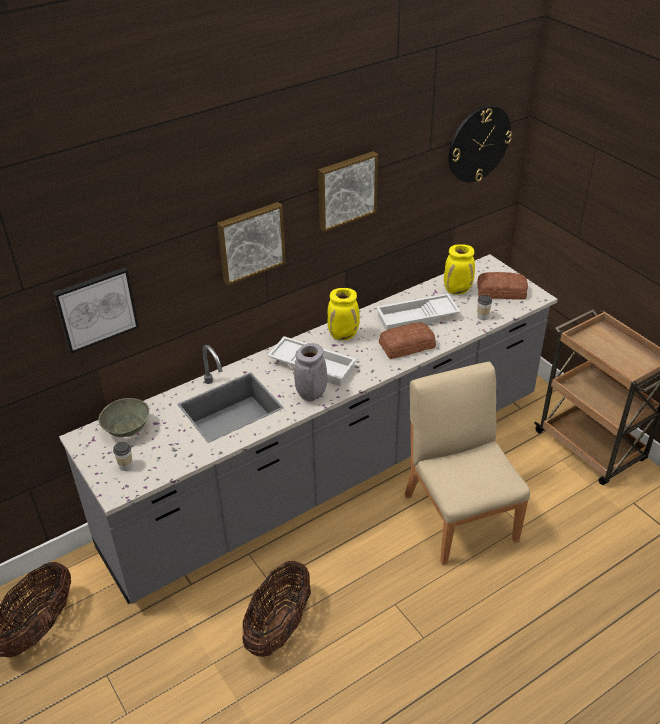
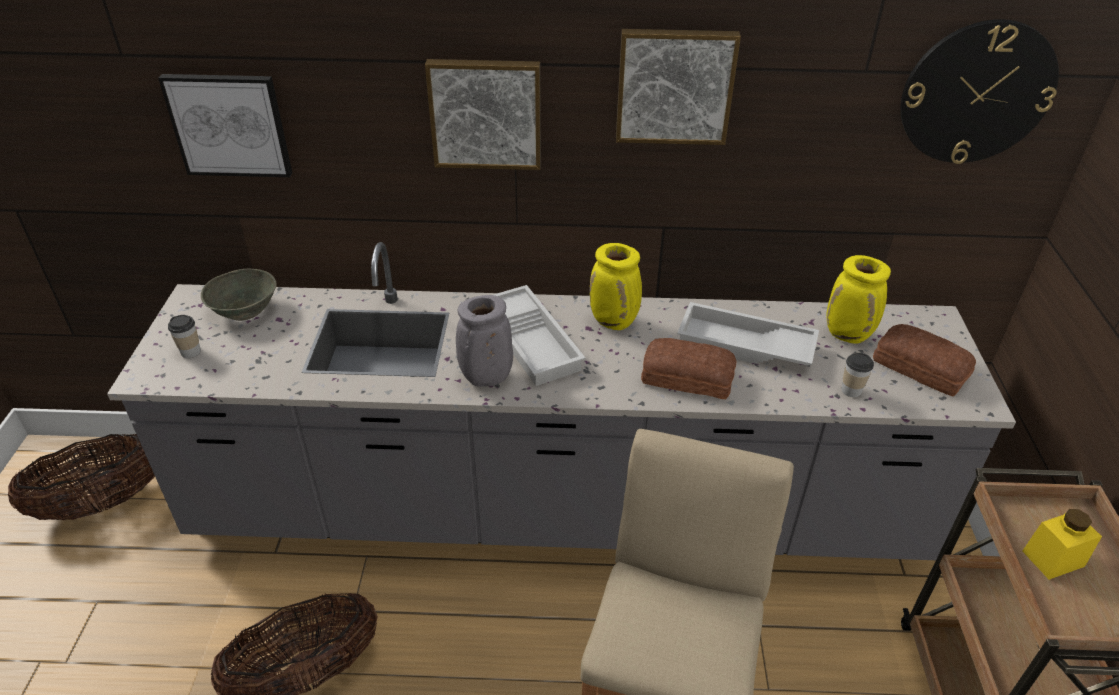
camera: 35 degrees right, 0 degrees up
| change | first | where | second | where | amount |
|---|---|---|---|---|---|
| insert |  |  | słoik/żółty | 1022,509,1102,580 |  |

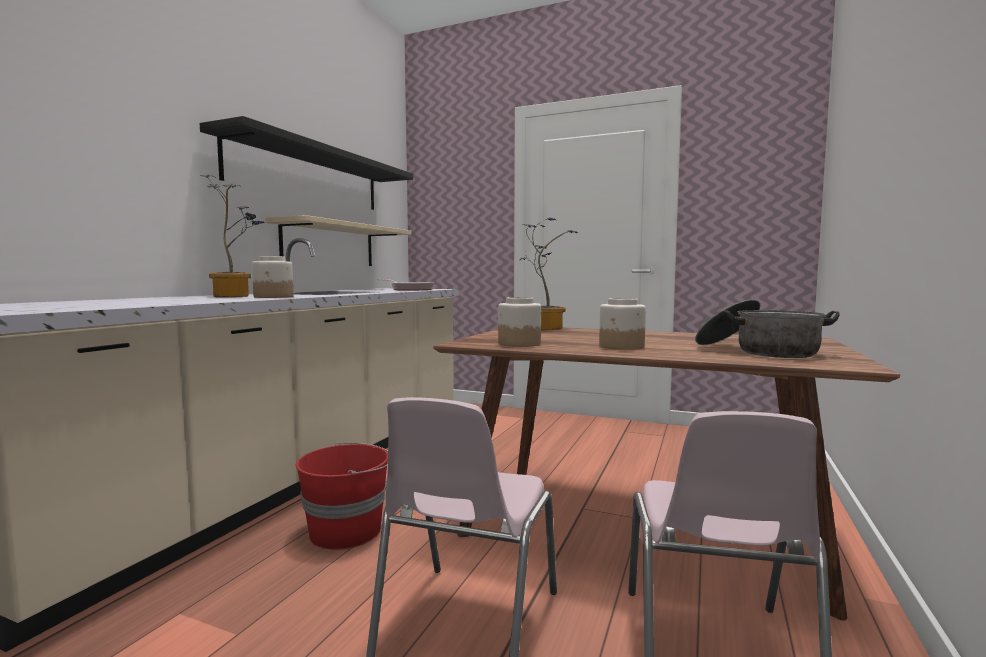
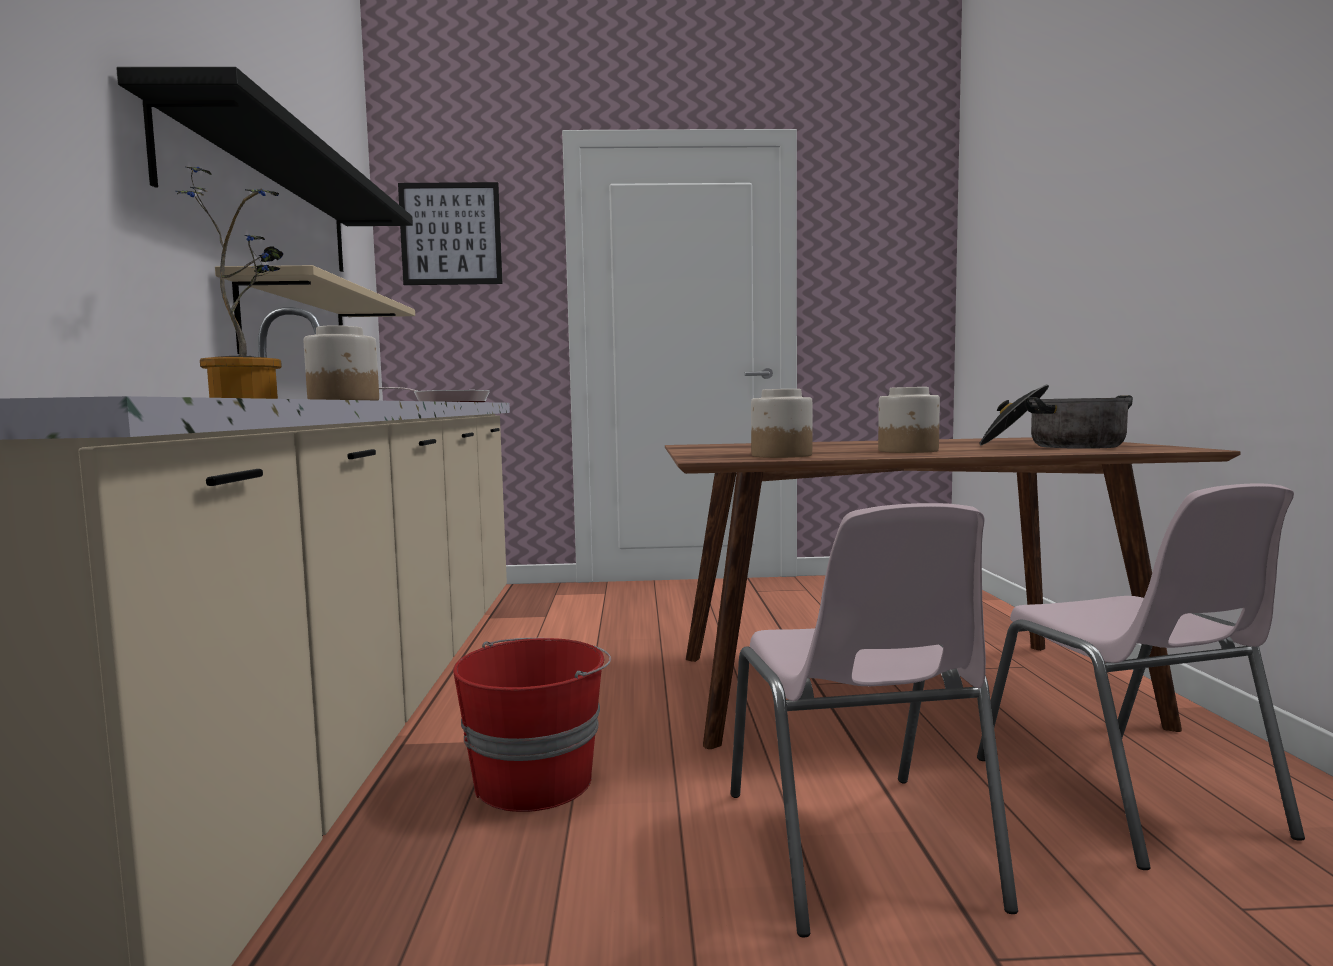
camera: 25 degrees left, 0 degrees up
| change | first | where | second | where | amount |
|---|---|---|---|---|---|
| delete | roślina doniczkowa | 520,218,578,330 |  |  |  |
| insert |  |  | obraz | 398,182,503,285 |  |

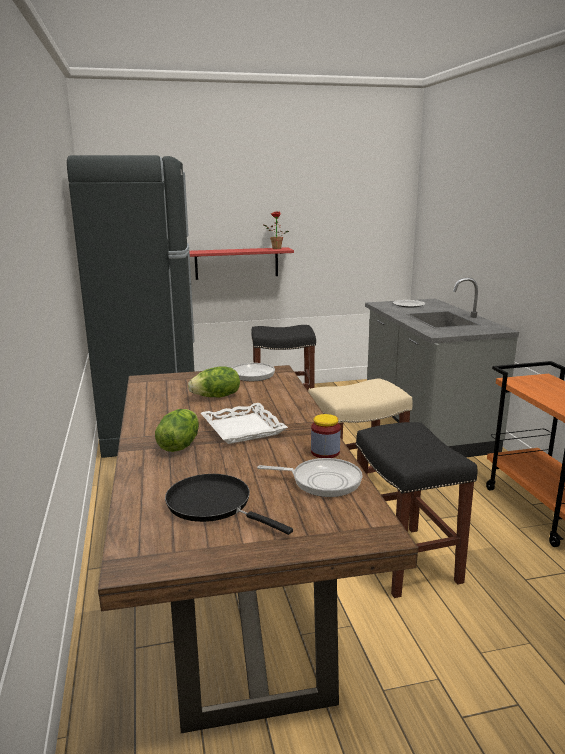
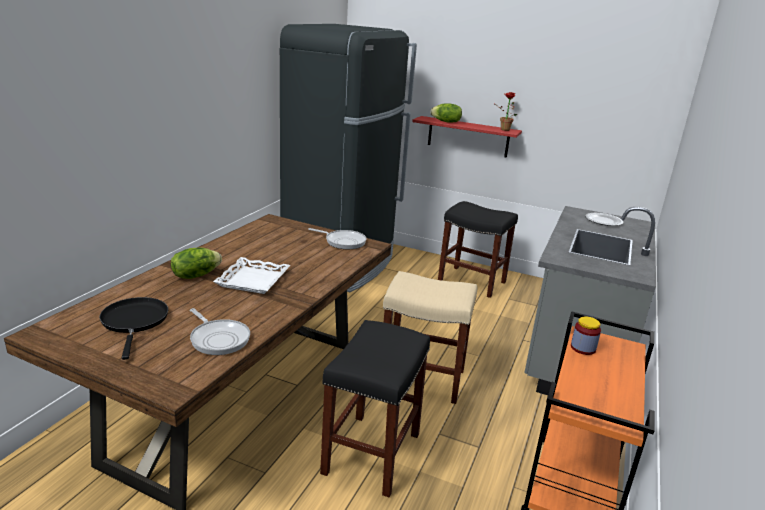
camera: 35 degrees right, 5 degrees up
| change | first | where | second | where | amount |
|---|---|---|---|---|---|
| move | sałata | 188,366,240,397 |  | 430,103,462,123 |  |
| move | słoik | 311,414,341,458 |  | 571,316,601,355 |  |

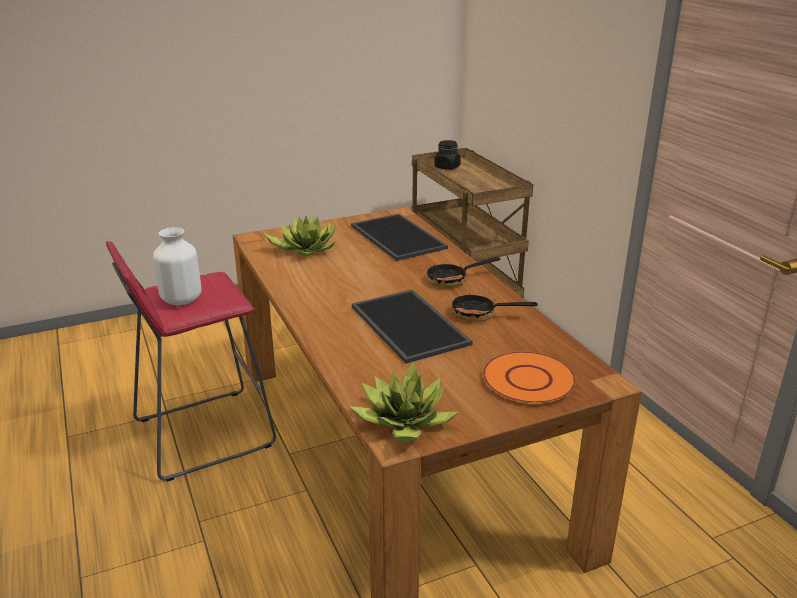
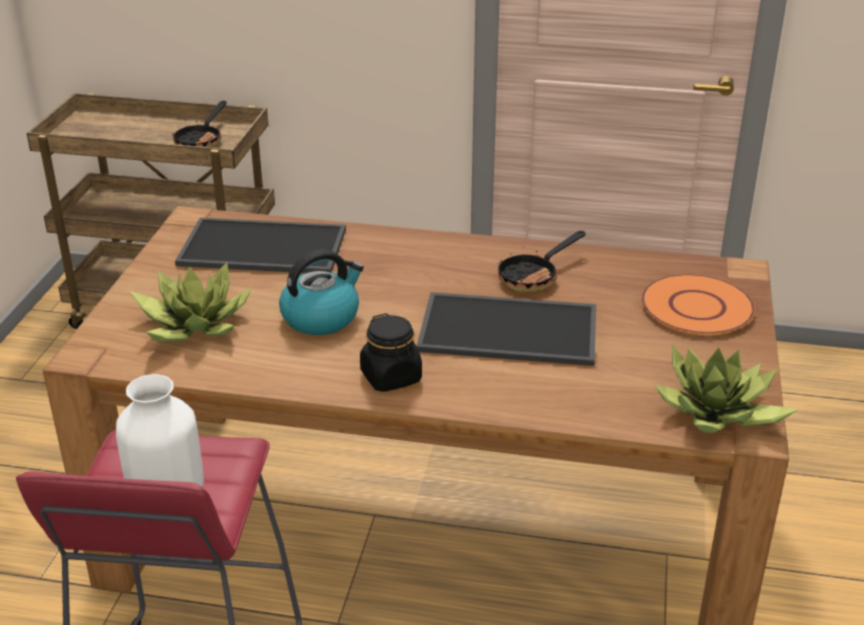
camera: 55 degrees left, 5 degrees up
| change | first | where | second | where | amount |
|---|---|---|---|---|---|
| move | patelnia | 427,257,500,287 |  | 172,101,227,148 |  |
| move | słoik/czarny | 434,140,461,170 |  | 360,313,422,392 |  |
| insert |  |  | czajnik | 279,250,364,335 |  |

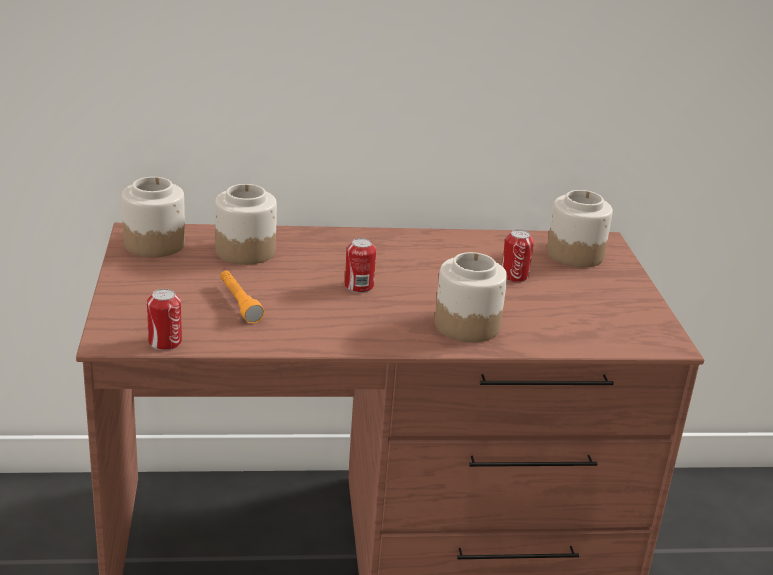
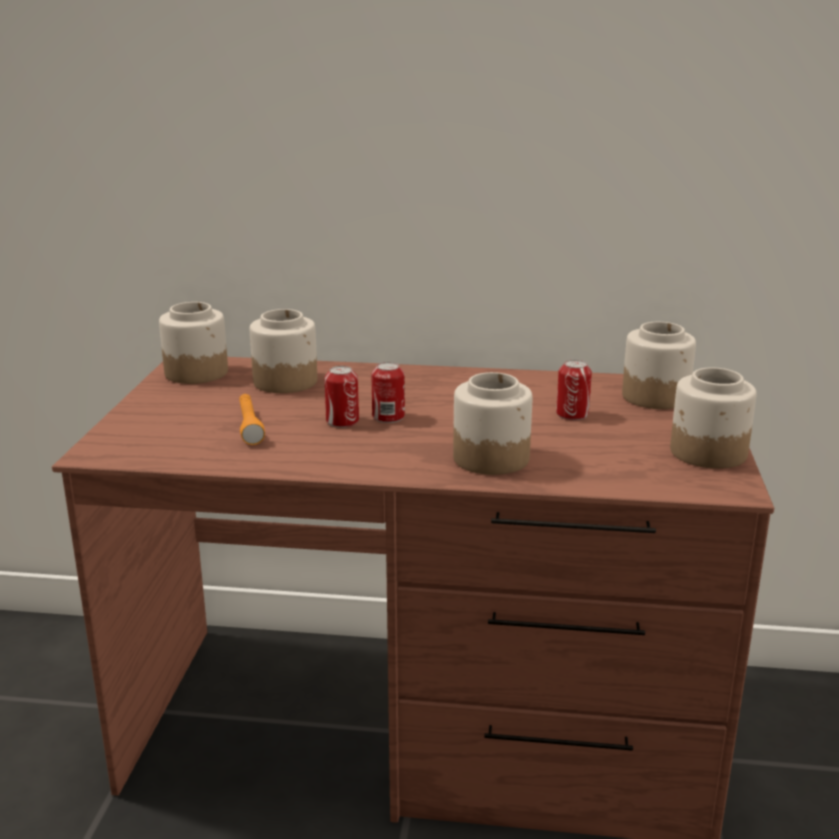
camera: 15 degrees right, 5 degrees down
| change | first | where | second | where | amount |
|---|---|---|---|---|---|
| move | puszka | 147,289,182,350 |  | 324,366,359,428 |  |
| insert |  |  | słoik | 670,368,757,469 |  |

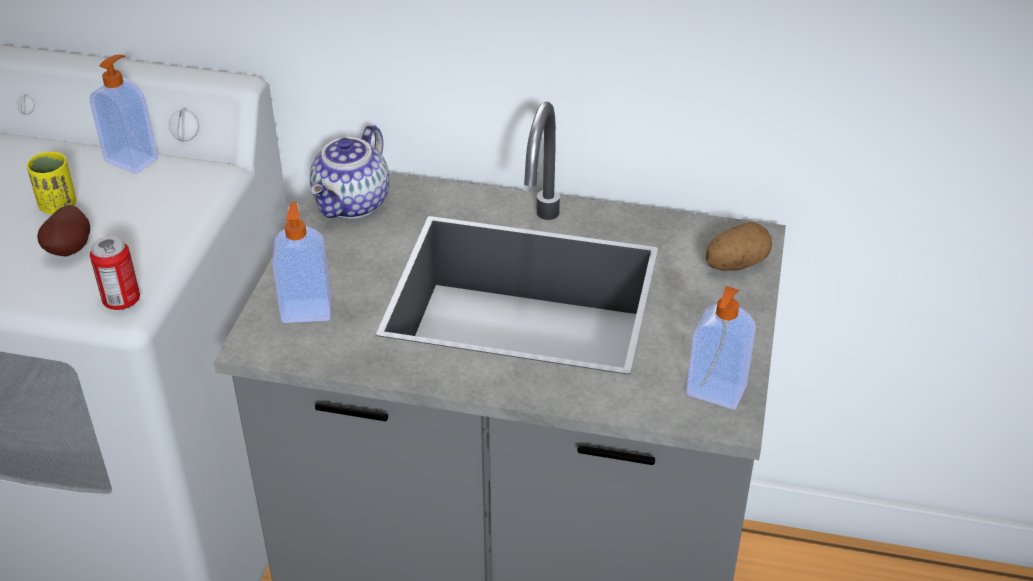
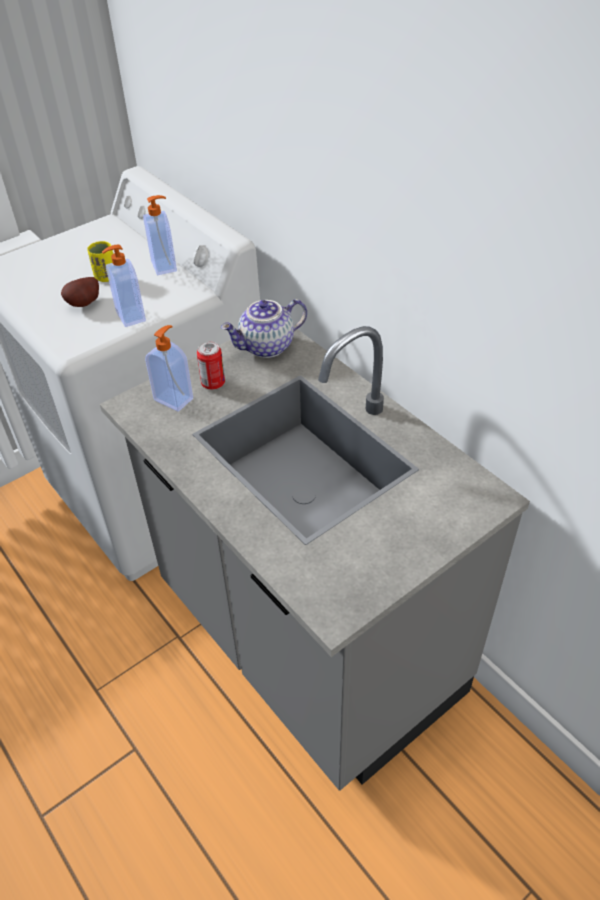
camera: 40 degrees right, 5 degrees up
| change | first | where | second | where | amount |
|---|---|---|---|---|---|
| move | puszka | 90,236,140,310 |  | 197,341,225,390 |  |
| move | dozownik mydła | 686,286,756,409 |  | 102,245,146,327 |  |
| delete | ziemniak | 706,222,772,271 |  |  |  |

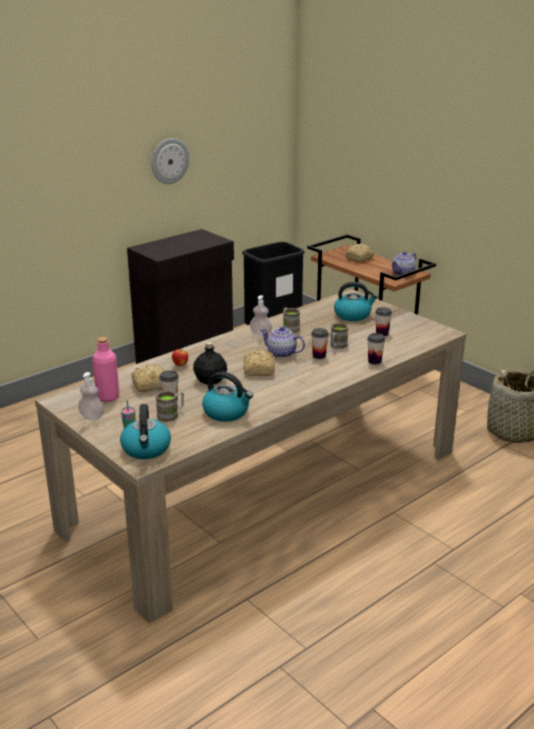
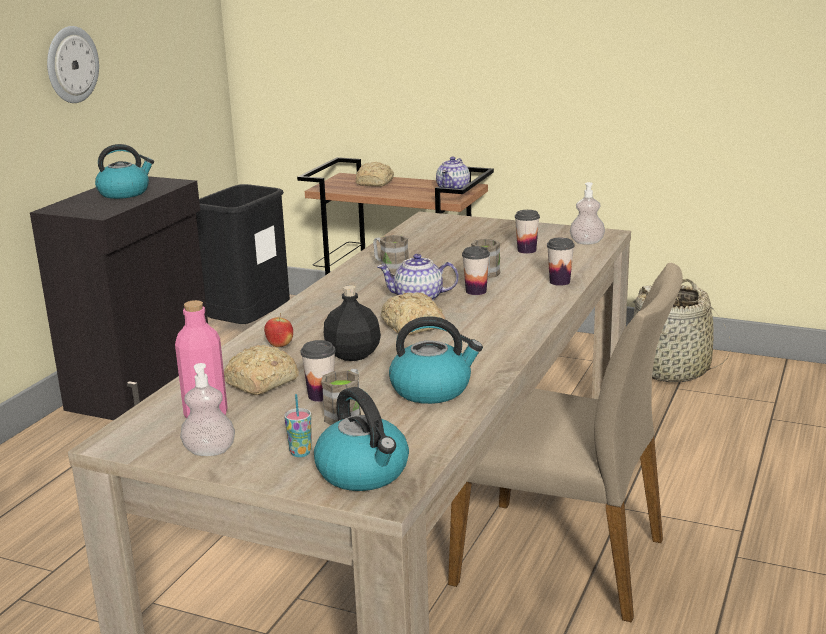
camera: 25 degrees left, 5 degrees down
| change | first | where | second | where | amount |
|---|---|---|---|---|---|
| move | dozownik mydła | 250,295,272,336 |  | 570,182,605,245 |  |
| move | czajnik | 334,282,378,321 |  | 95,144,154,199 |  |
| insert |  |  | krzesło/beżowy | 448,263,683,623 |  |

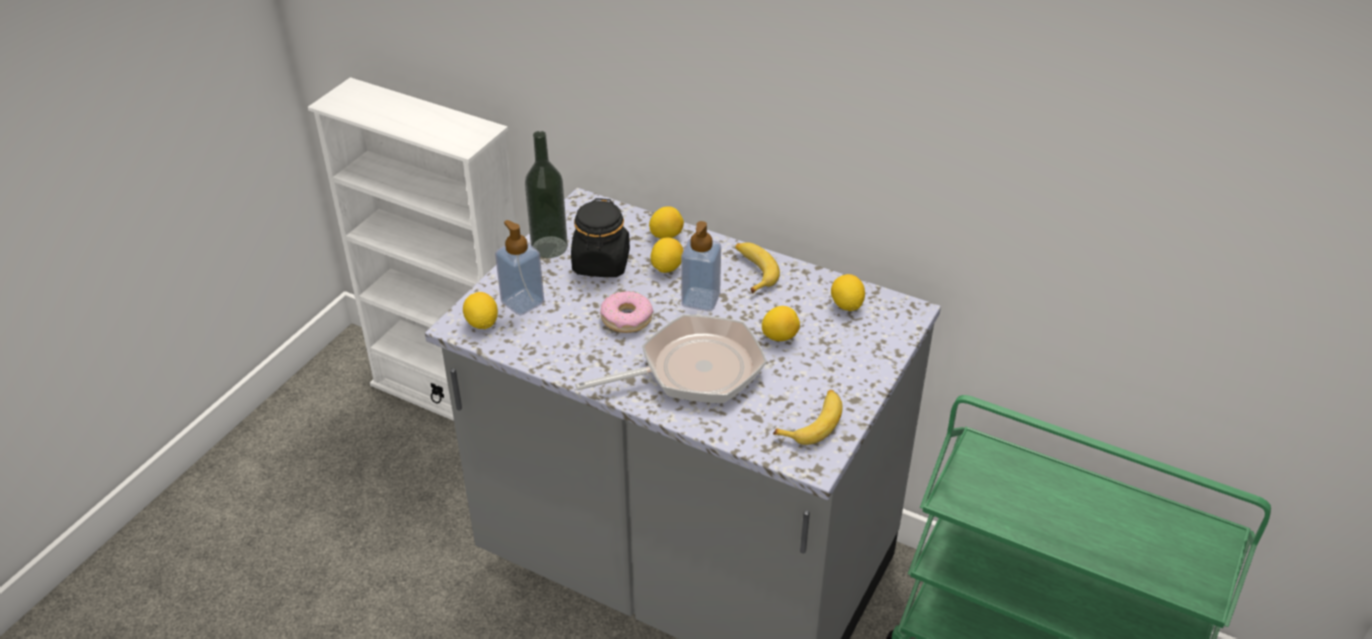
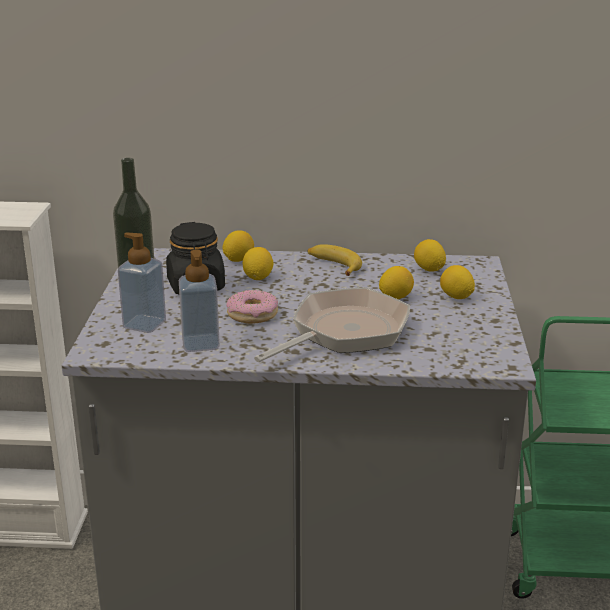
camera: 25 degrees left, 15 degrees down
| change | first | where | second | where | amount |
|---|---|---|---|---|---|
| move | cytryna | 463,292,498,329 |  | 440,265,475,299 |  |
| move | dozownik mydła | 681,221,721,311 |  | 179,249,220,352 |  |
| delete | banan | 773,390,843,445 |  |  |  |

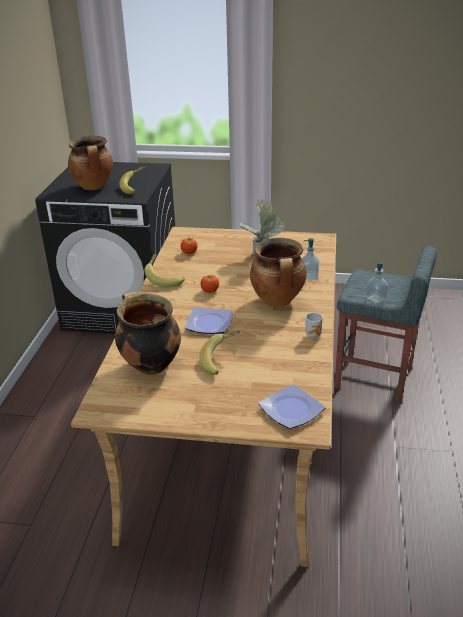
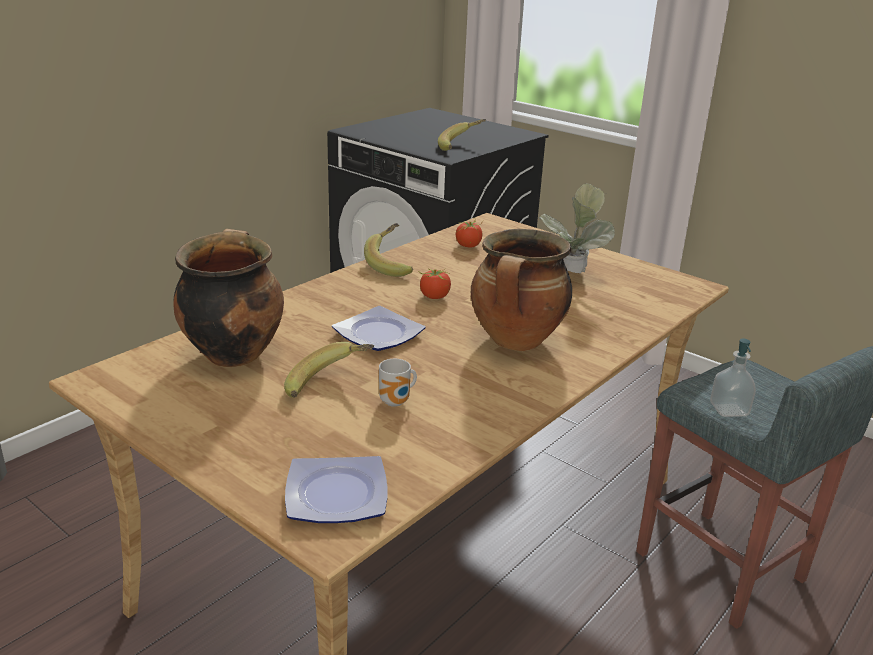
camera: 30 degrees right, 5 degrees down
| change | first | where | second | where | amount |
|---|---|---|---|---|---|
| delete | garnek | 68,136,113,190 |  |  |  |
| delete | dozownik mydła | 302,238,319,281 |  |  |  |
| move | kubek | 305,313,323,338 |  | 379,359,417,407 |  |

